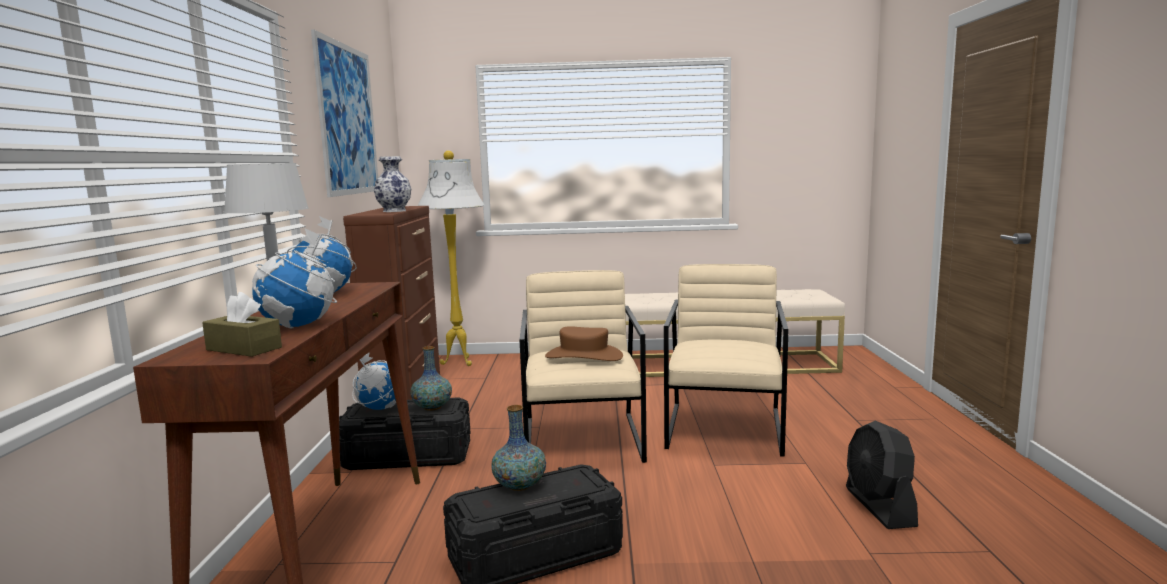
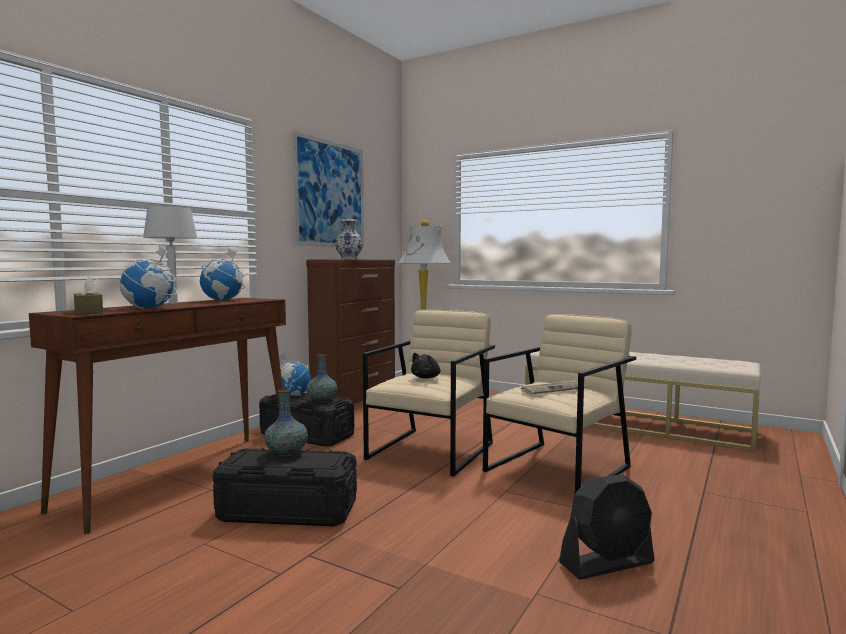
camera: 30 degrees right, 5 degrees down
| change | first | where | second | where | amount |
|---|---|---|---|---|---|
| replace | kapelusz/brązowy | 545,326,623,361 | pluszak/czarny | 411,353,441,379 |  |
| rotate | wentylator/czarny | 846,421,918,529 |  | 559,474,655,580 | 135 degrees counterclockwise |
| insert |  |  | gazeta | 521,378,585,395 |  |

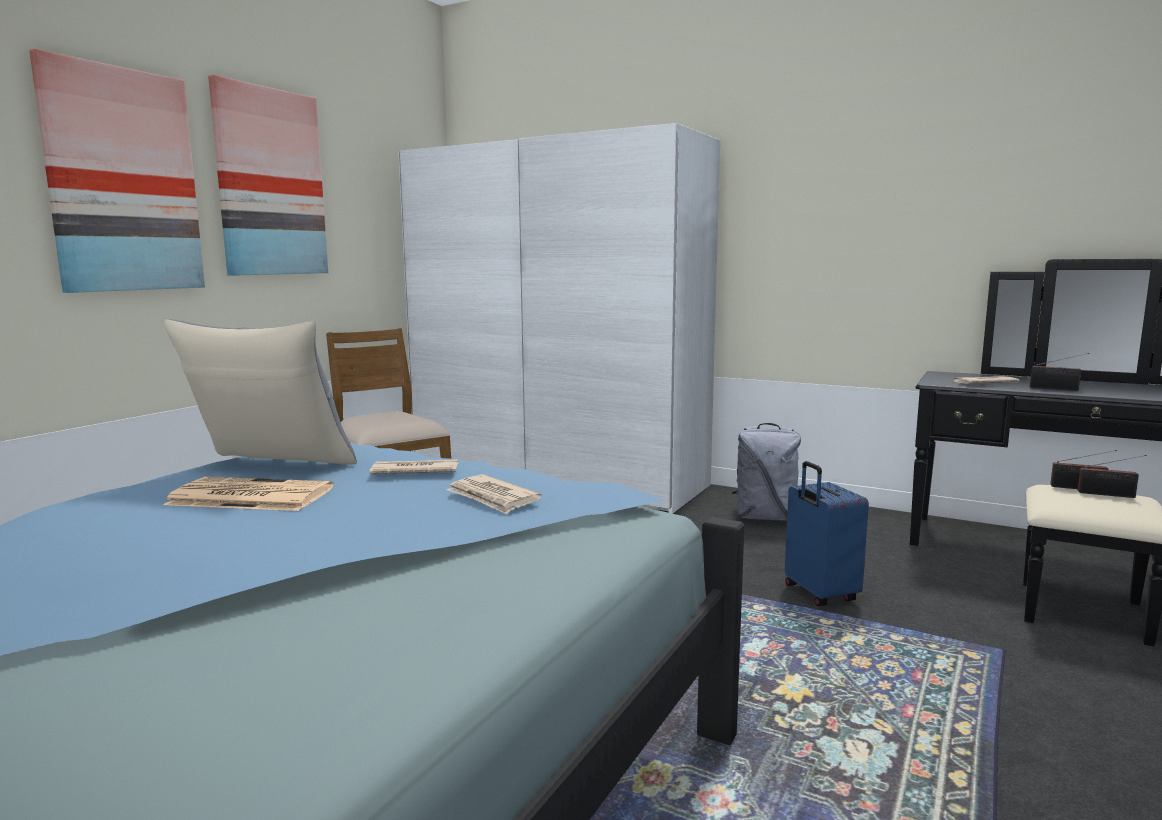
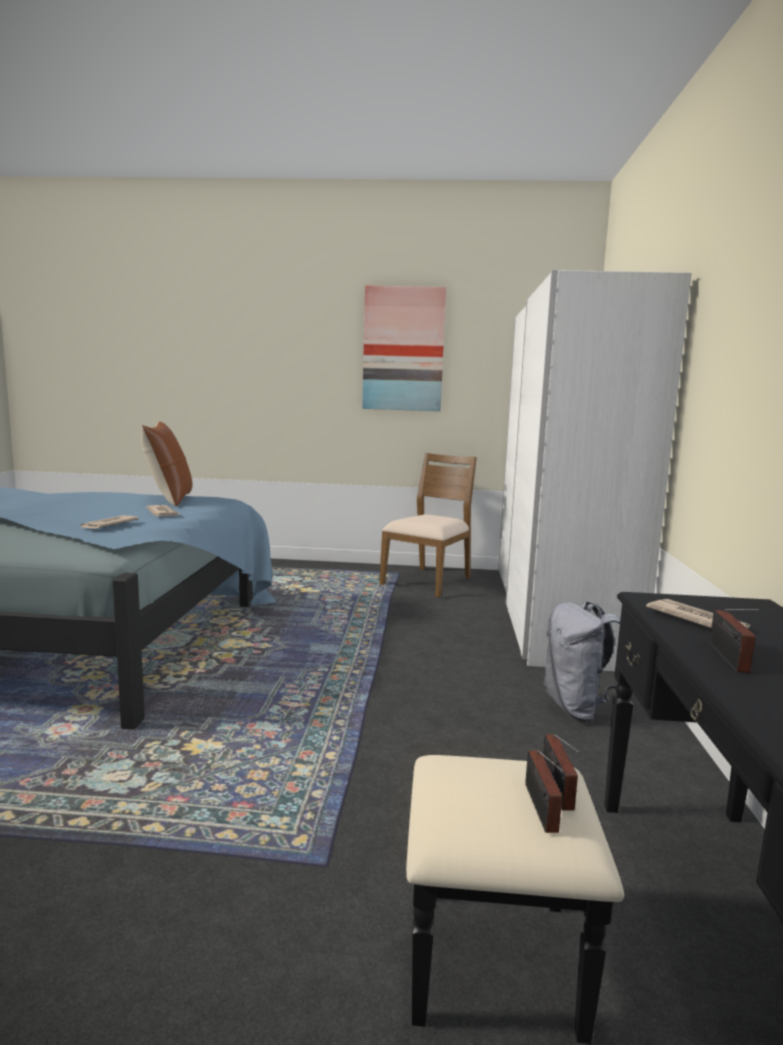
camera: 65 degrees right, 0 degrees up
| change | first | where | second | where | amount |
|---|---|---|---|---|---|
| delete | obraz | 29,48,205,293 |  |  |  |
| delete | gazeta | 163,477,334,511 |  |  |  |
| recolor | poduszka/szary | 164,319,357,465 | poduszka/brązowy | 141,421,193,506 |  |
| delete | walizka/niebieski | 785,461,869,606 |  |  |  |

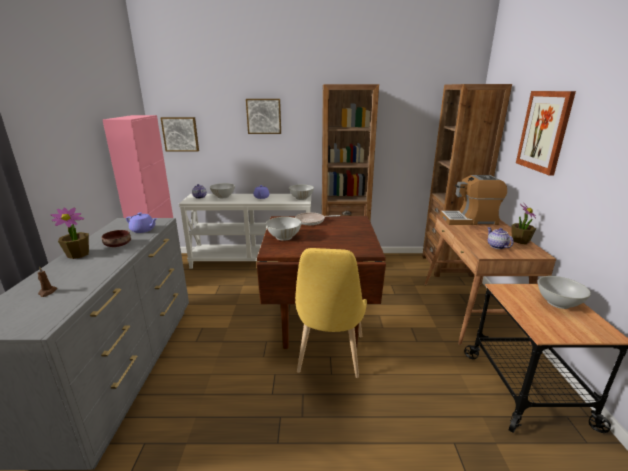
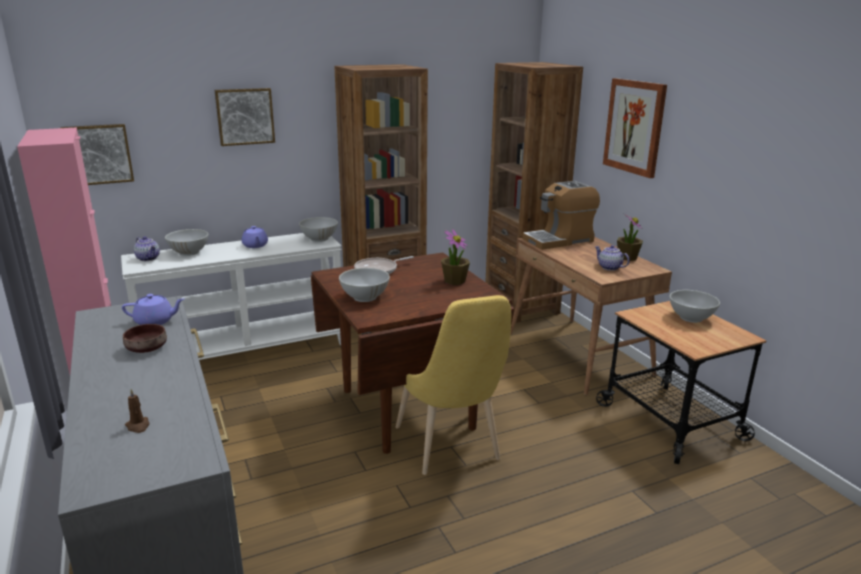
camera: 25 degrees left, 0 degrees up
| change | first | where | second | where | amount |
|---|---|---|---|---|---|
| move | roślina doniczkowa | 51,207,89,259 |  | 441,229,470,285 |  |

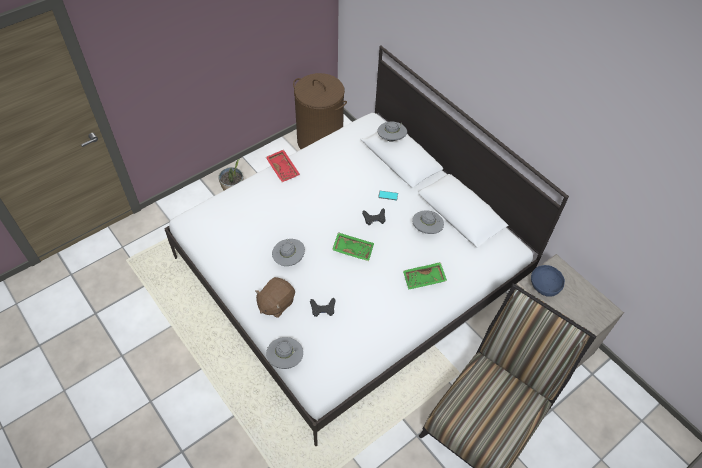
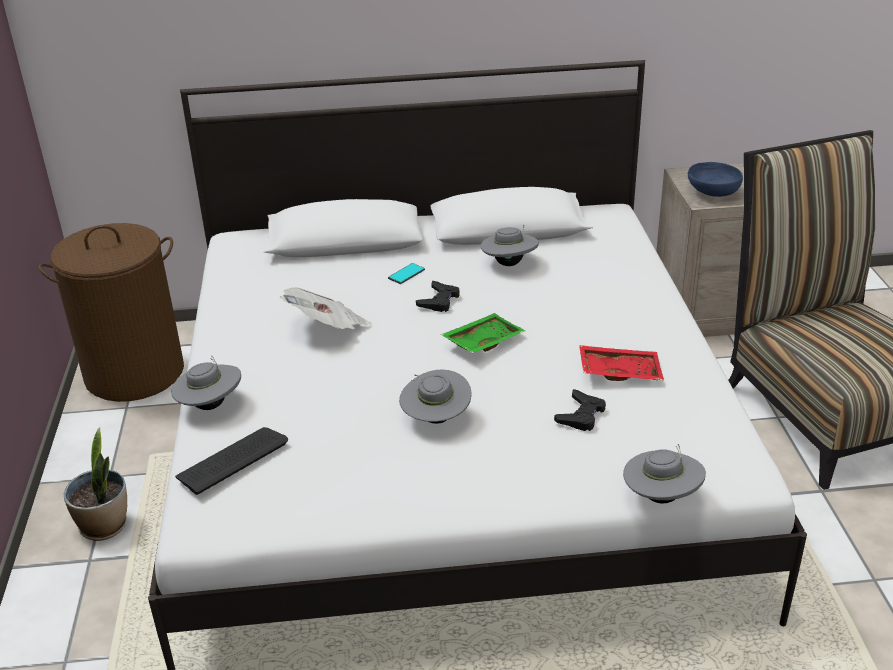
camera: 55 degrees left, 20 degrees down
| change | first | where | second | where | amount |
|---|---|---|---|---|---|
| delete | pluszak/brązowy | 255,277,295,318 |  |  |  |
| move | taca/czerwony | 266,150,300,182 |  | 579,345,664,381 |  |
| move | kapelusz/szary | 378,122,407,142 |  | 171,355,241,410 |  |
| delete | taca/zielony | 403,262,447,290 |  |  |  |
| insert |  |  | klawiatura | 175,427,288,495 |  |
| insert |  |  | gazeta | 280,288,371,330 |  |

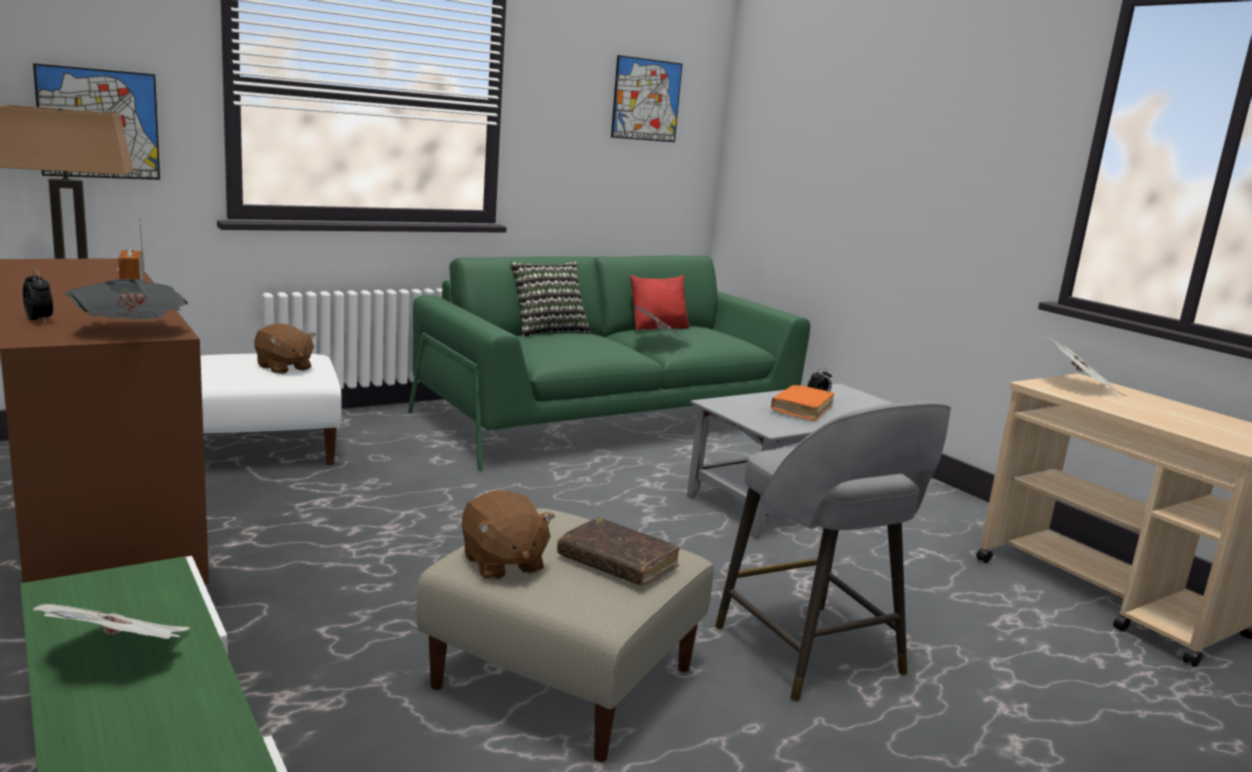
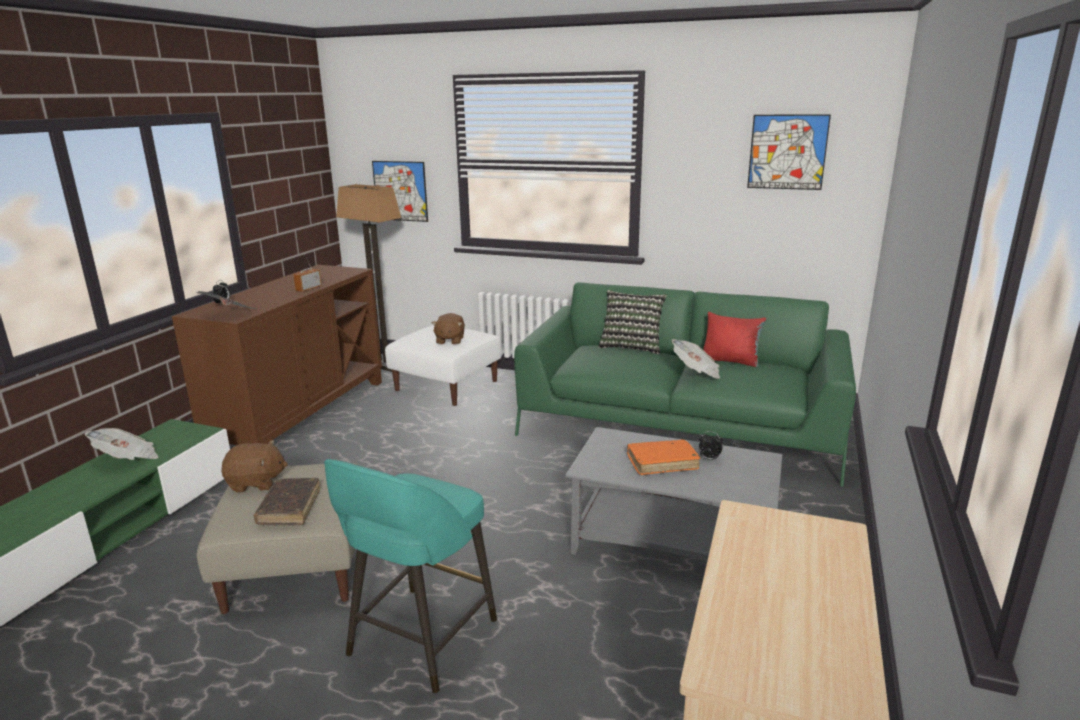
camera: 55 degrees right, 5 degrees up
| change | first | where | second | where | amount |
|---|---|---|---|---|---|
| rotate | pluszak/brązowy | 461,490,555,580 |  | 221,440,288,492 | 120 degrees counterclockwise |
| recolor | stołek/szary | 715,401,951,701 | stołek/turkusowy | 324,459,497,693 |  |
| delete | gazeta | 1044,335,1125,396 |  |  |  |

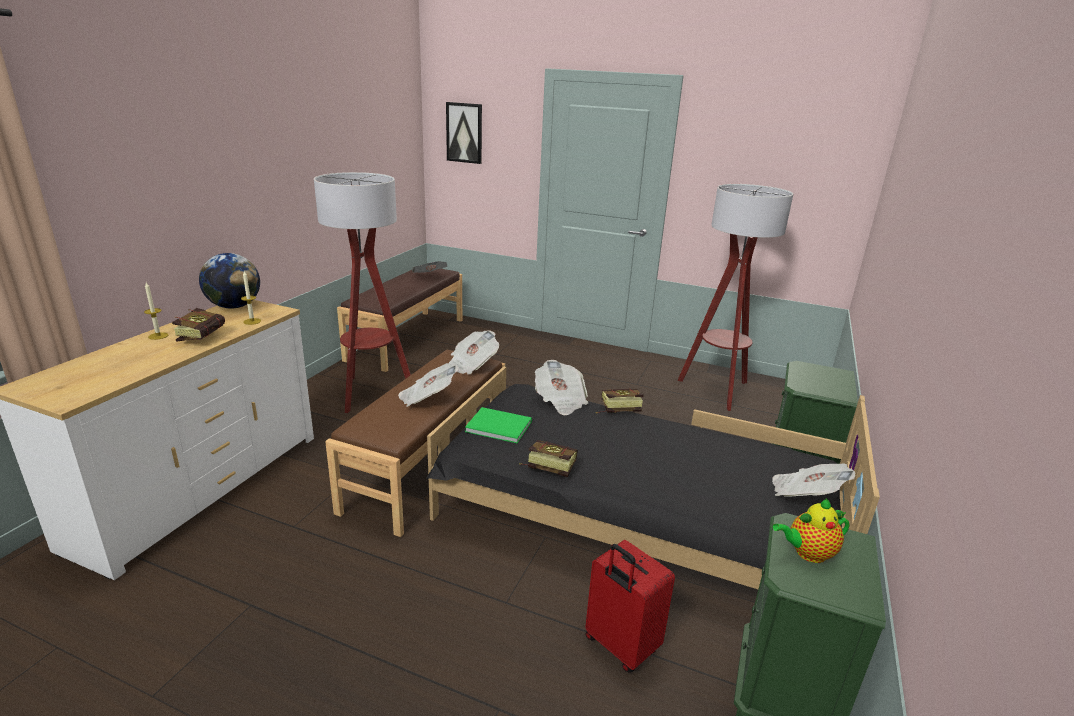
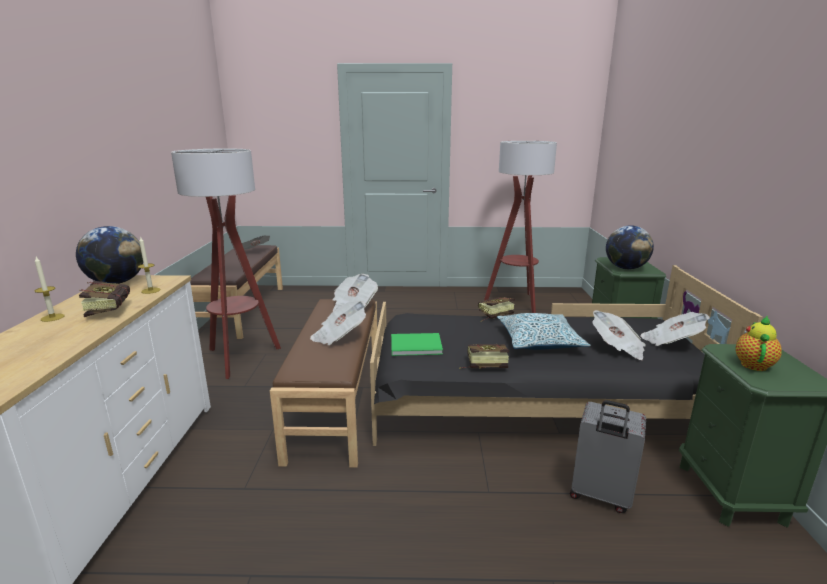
camera: 20 degrees left, 5 degrees down
| change | first | where | second | where | amount |
|---|---|---|---|---|---|
| delete | obraz | 446,102,482,164 |  |  |  |
| move | gazeta | 535,360,588,416 |  | 593,310,646,360 |  |
| recolor | walizka/czerwony | 585,540,675,673 | walizka/szary | 570,400,646,513 |  |
| rotate | imbryk | 773,499,849,563 |  | 735,316,782,371 | 150 degrees clockwise |
| insert |  |  | poduszka | 497,313,591,350 |  |
| insert |  |  | globus | 606,225,654,269 |  |

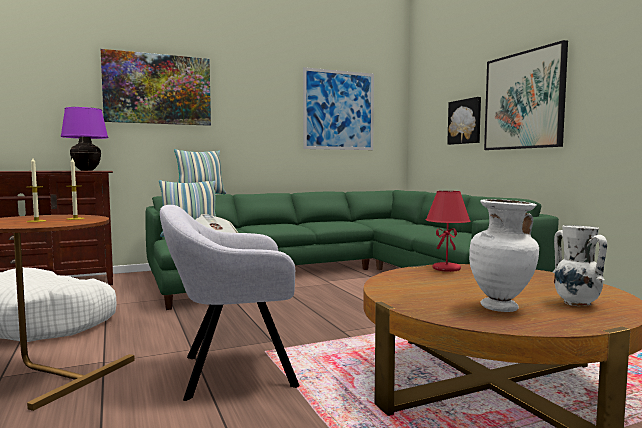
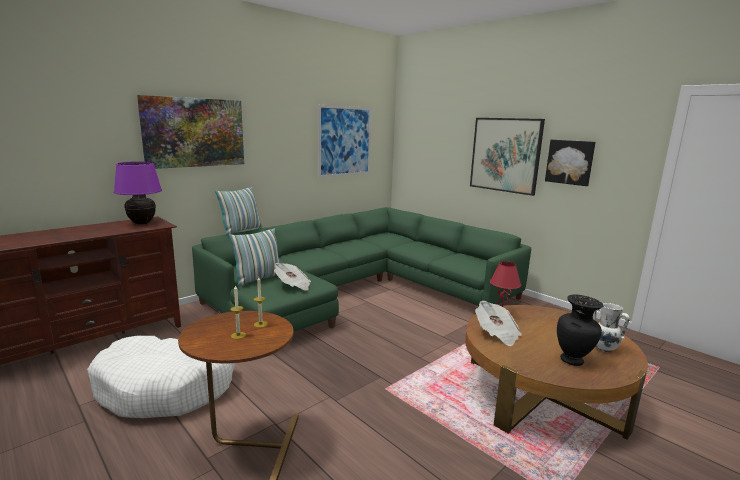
camera: 20 degrees left, 10 degrees up
| change | first | where | second | where | amount |
|---|---|---|---|---|---|
| delete | fotel/szary | 160,205,300,401 |  |  |  |
| move | obraz | 447,97,481,145 |  | 545,140,596,186 |  |
| recolor | wazon/biały | 469,199,539,312 | wazon/czarny | 557,294,603,366 |  |
| insert |  |  | gazeta | 475,301,522,346 |  |

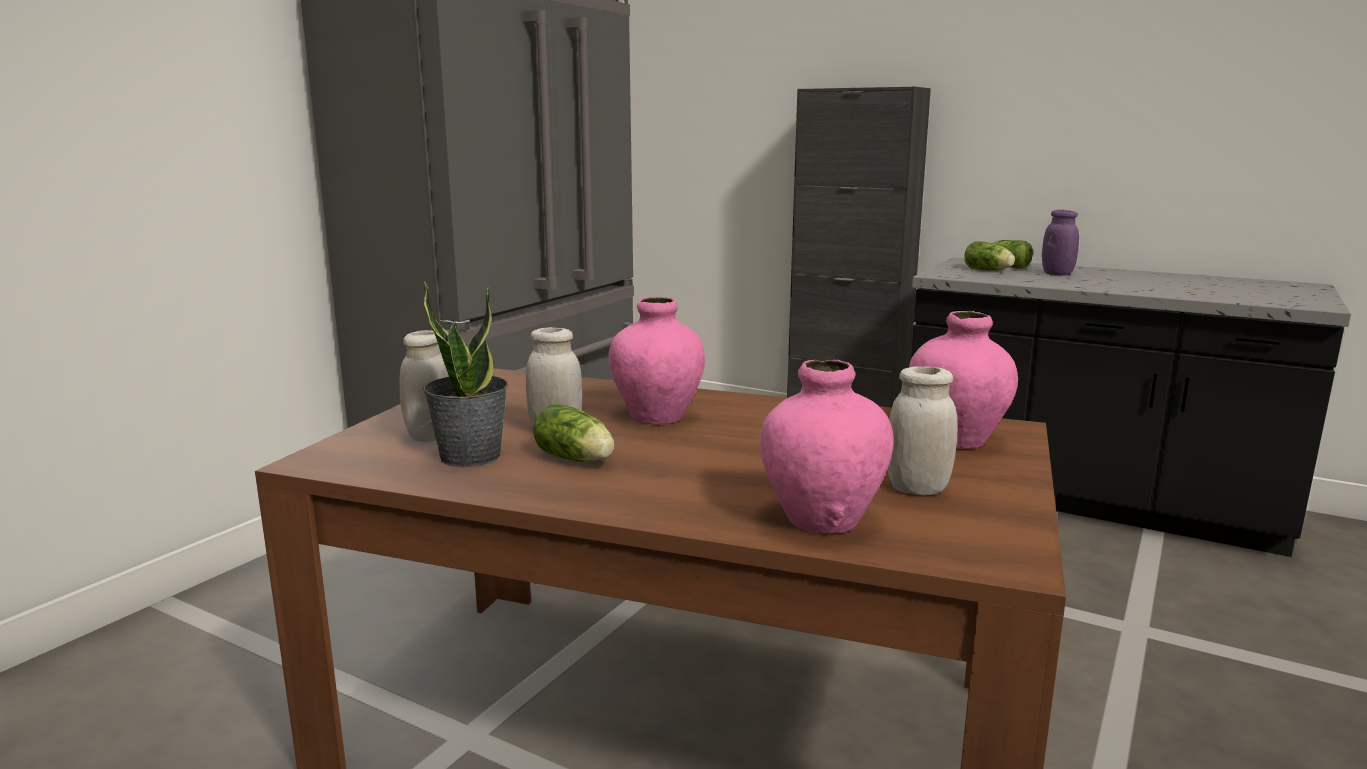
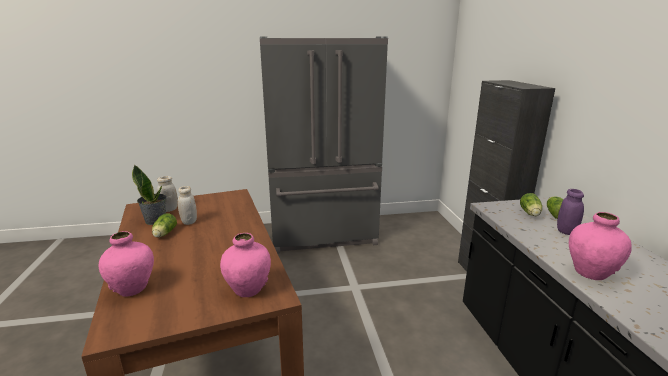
camera: 50 degrees right, 5 degrees up
| change | first | where | second | where | amount |
|---|---|---|---|---|---|
| move | wazon/różowy | 609,297,705,425 |  | 569,212,632,280 |  |
| delete | słoik/biały | 887,366,958,495 |  |  |  |

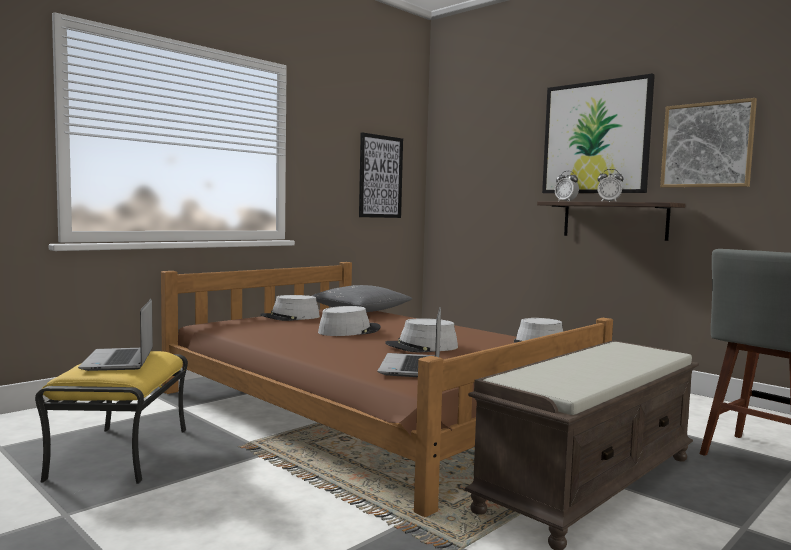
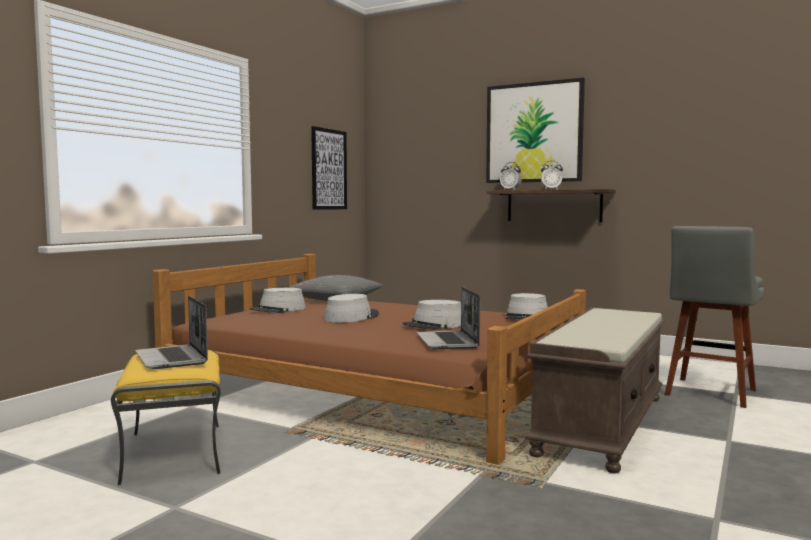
camera: 15 degrees left, 0 degrees up
| change | first | where | second | where | amount |
|---|---|---|---|---|---|
| delete | obraz | 660,98,757,188 |  |  |  |

